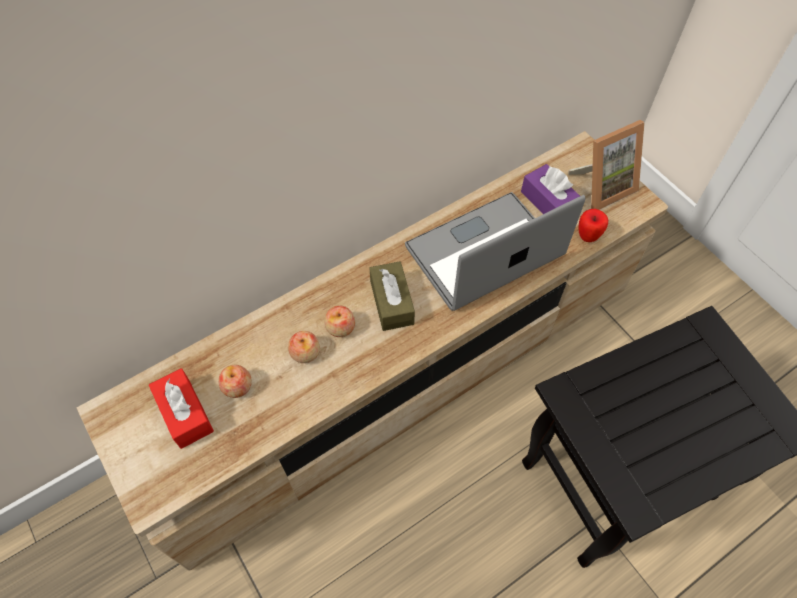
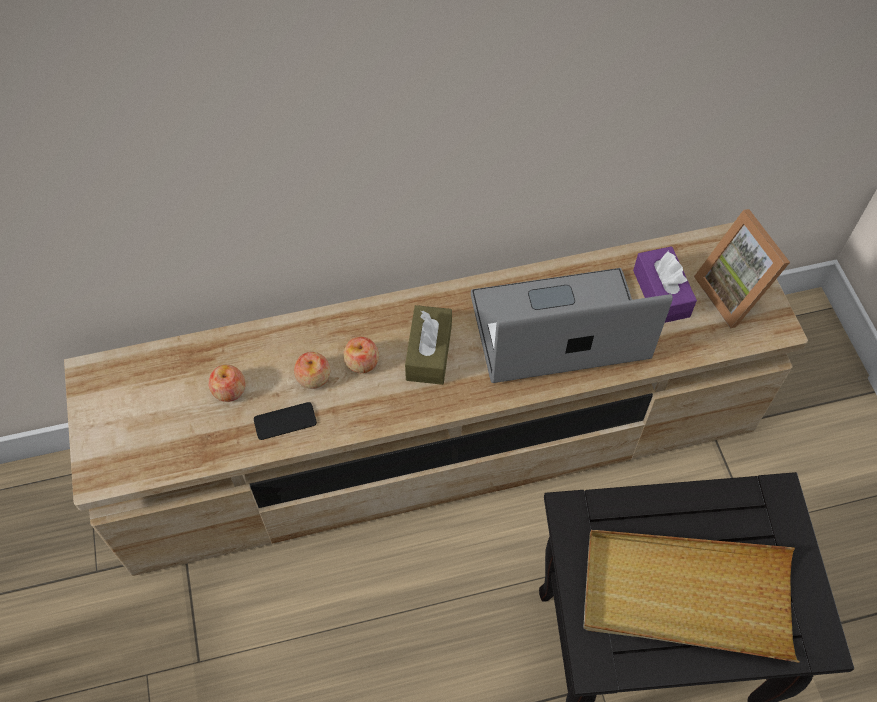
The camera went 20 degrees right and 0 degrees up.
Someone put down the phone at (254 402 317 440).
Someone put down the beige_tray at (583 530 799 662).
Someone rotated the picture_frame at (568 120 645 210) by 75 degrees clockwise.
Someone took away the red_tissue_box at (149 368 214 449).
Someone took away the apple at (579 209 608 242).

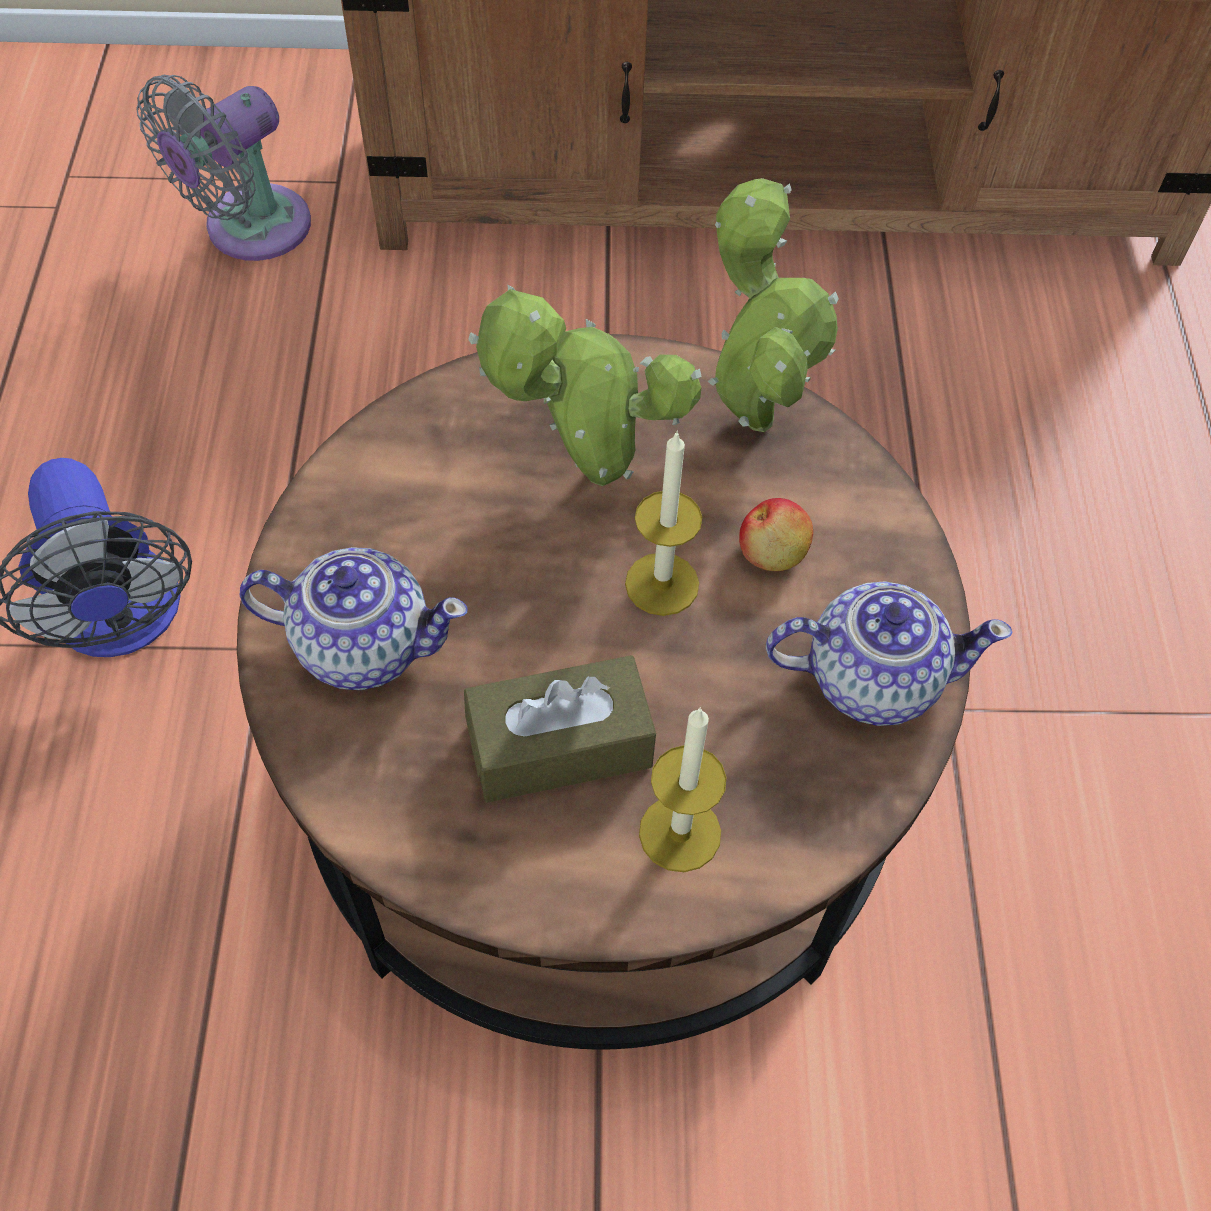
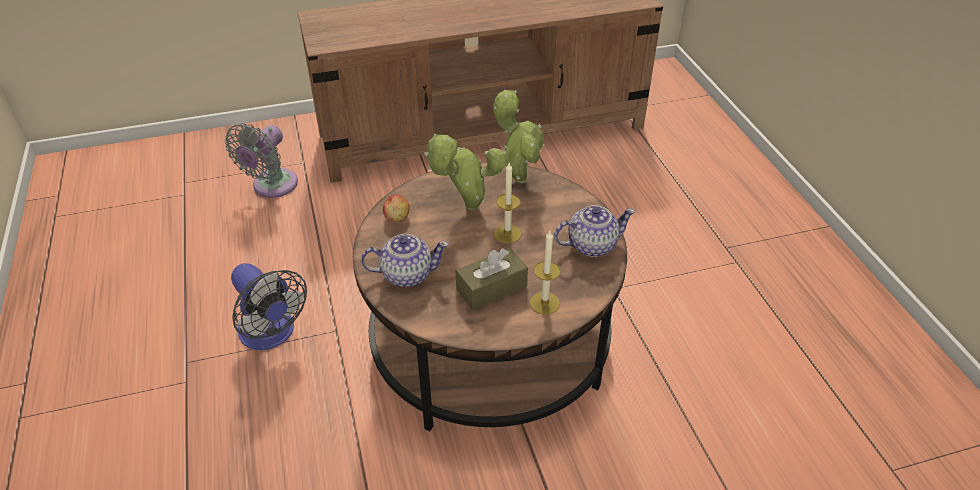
The camera went 15 degrees left and 15 degrees down.
Someone carried the apple from (739 498 813 571) to (383 195 410 222).

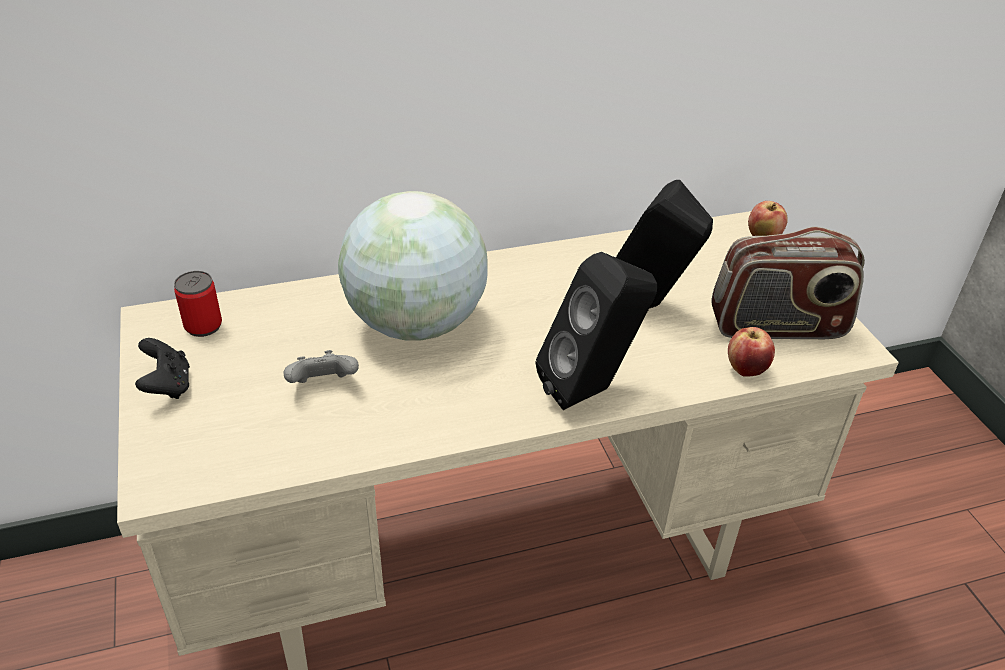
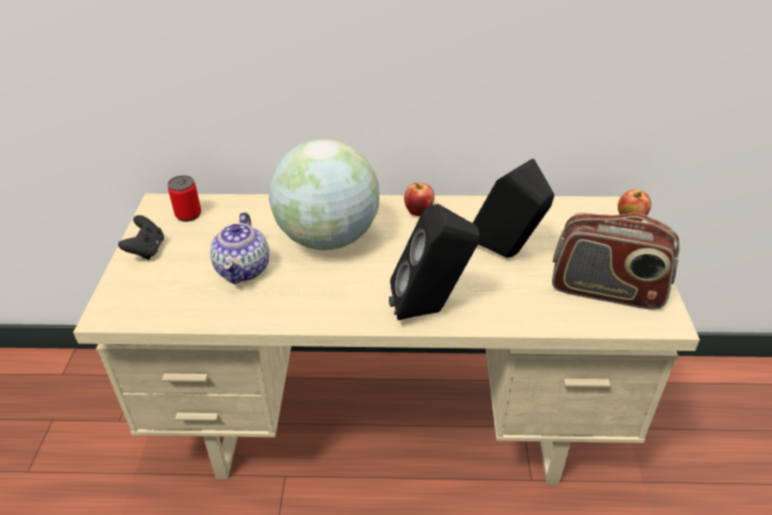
The camera went 20 degrees right and 0 degrees up.
Someone swapped the grey_game_controller at (284 350 359 383) for the teapot at (210 212 269 284).
Someone carried the apple from (728 327 775 376) to (404 183 435 216).

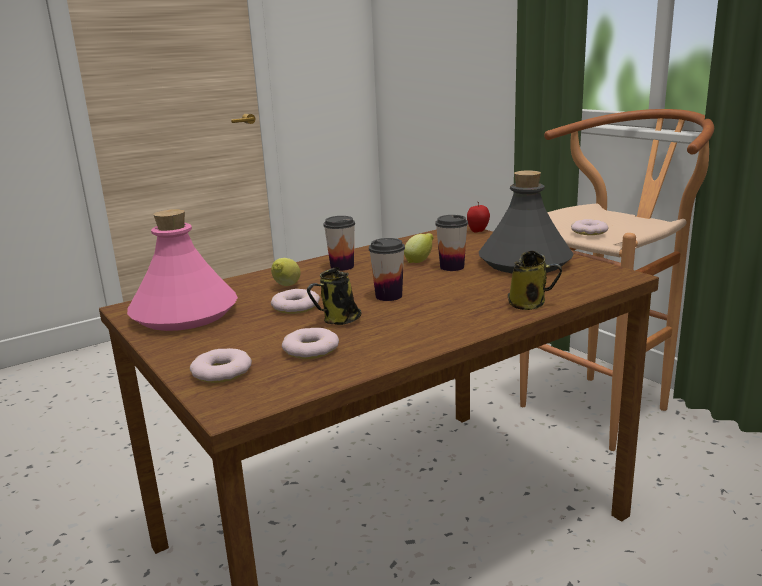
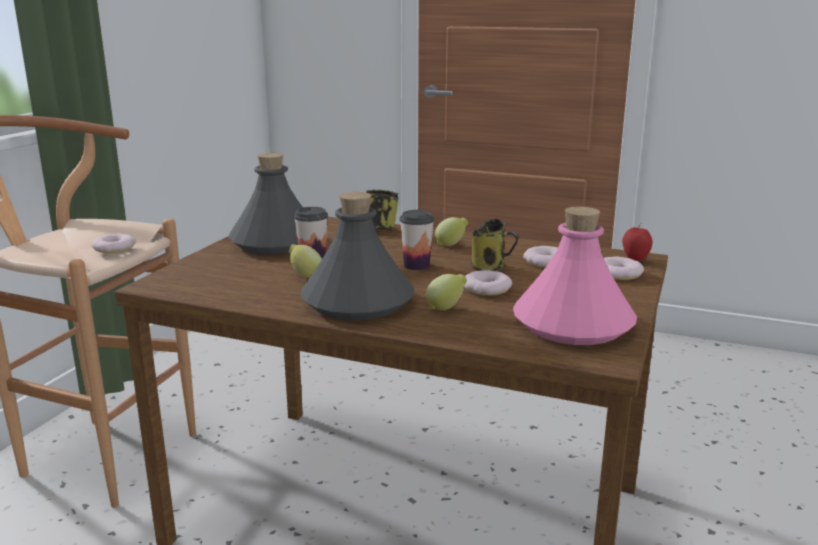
The camera went 125 degrees left and 0 degrees up.
Someone swapped the cup at (323 216 355 271) for the grey_bottle at (301 192 414 320).
Someone put down the lemon at (435 217 468 246).
Someone carried the apple from (467 201 490 233) to (622 224 653 262).

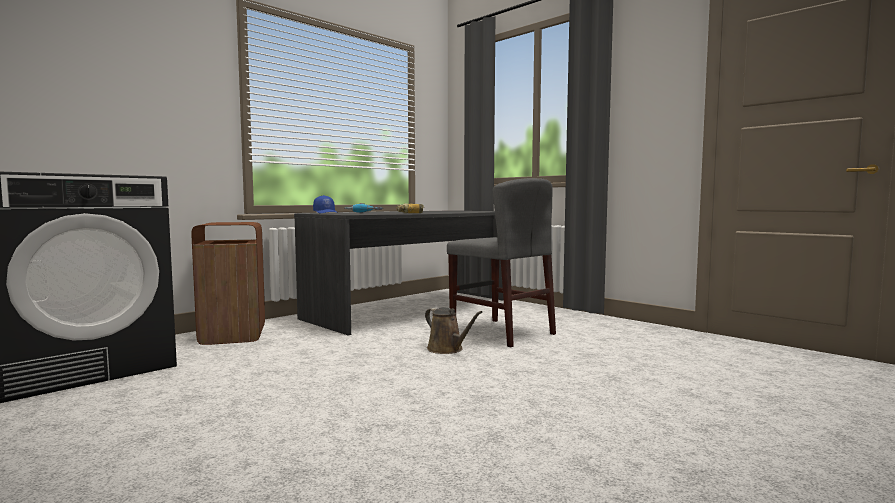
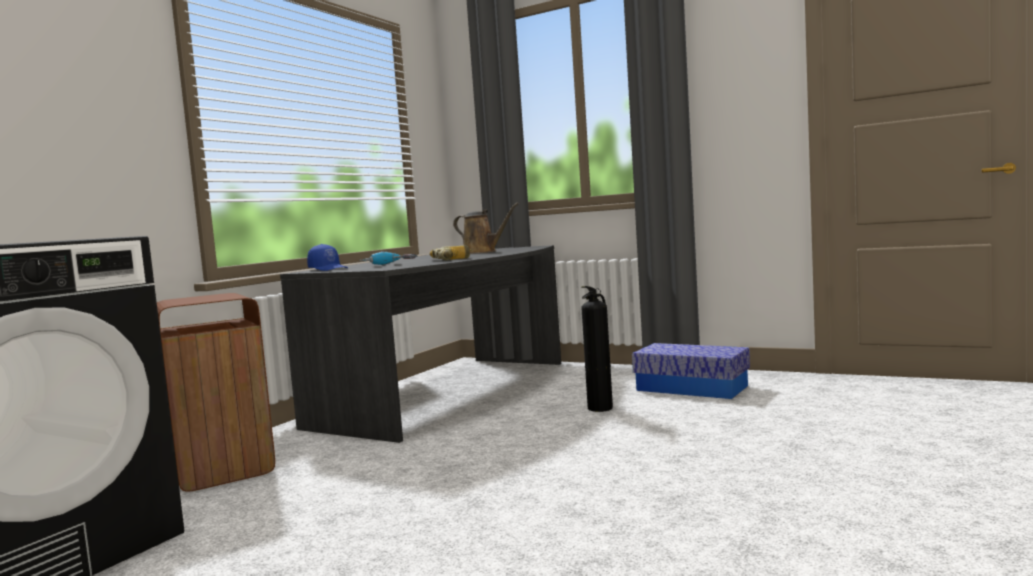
The camera went 15 degrees left and 0 degrees up.
Someone carried the brown_watering_can from (425 307 483 354) to (453 202 519 254).
Someone swapped the grey_chair at (447 178 556 348) for the fire_extinguisher at (581 286 613 412).
Someone put down the storage_box at (632 343 750 399).

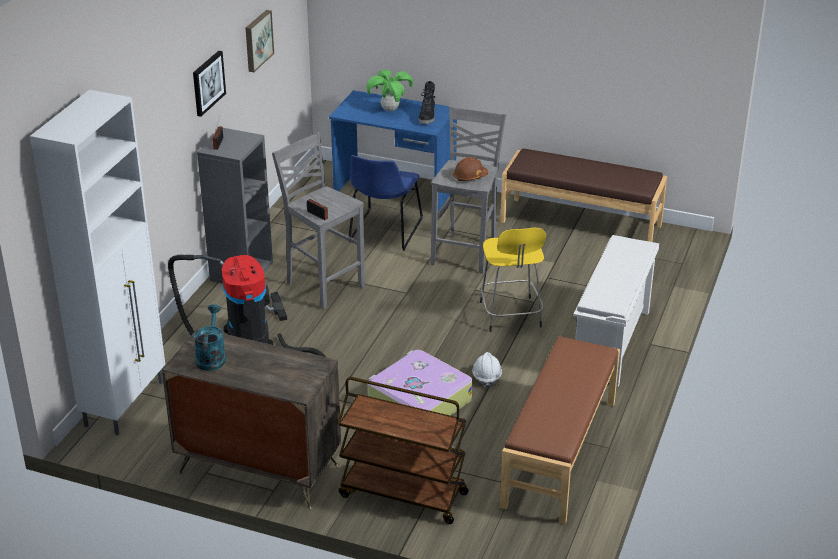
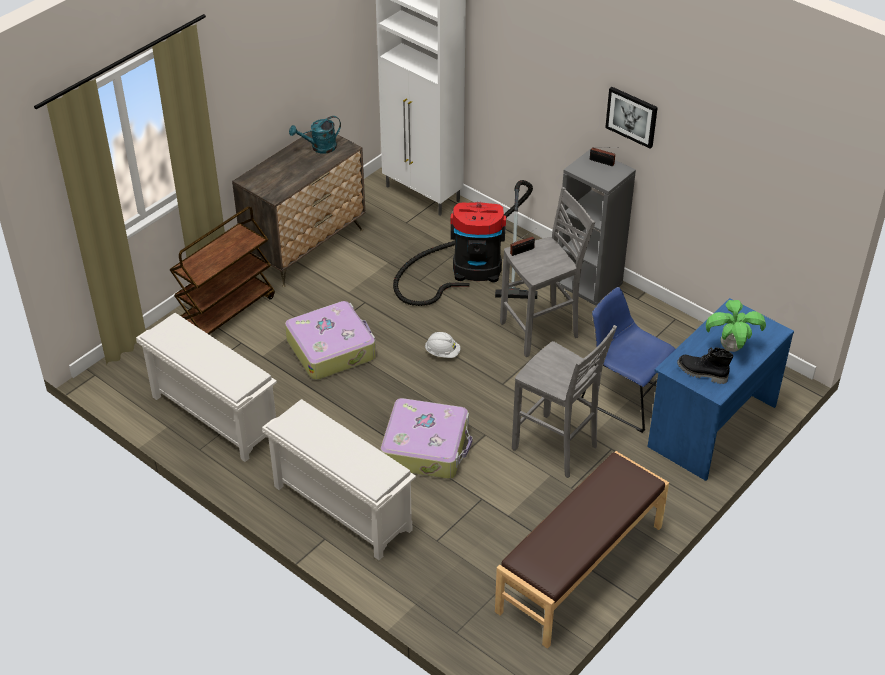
The camera went 110 degrees right and 10 degrees up.
Someone swapped the brown_bench at (500 336 620 524) for the white_shoe_rack at (136 313 277 462).
Someone rotated the turquoise_watering_can at (194 304 226 371) by 135 degrees clockwise.
Someone swapped the yellow_stool at (480 228 546 332) for the suitcase at (381 398 473 479).
Someone carried the white_hard_hat from (472 352 502 388) to (425 332 460 358).
Someone took away the picture at (246 10 274 72).
Someone took away the brown_hard_hat at (453 157 488 181).

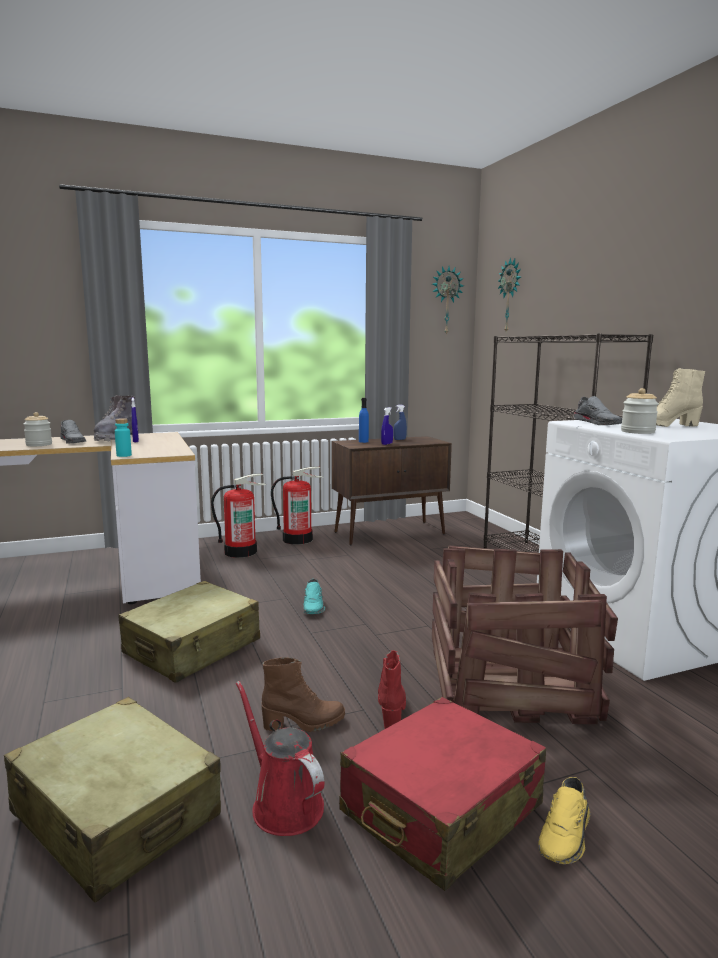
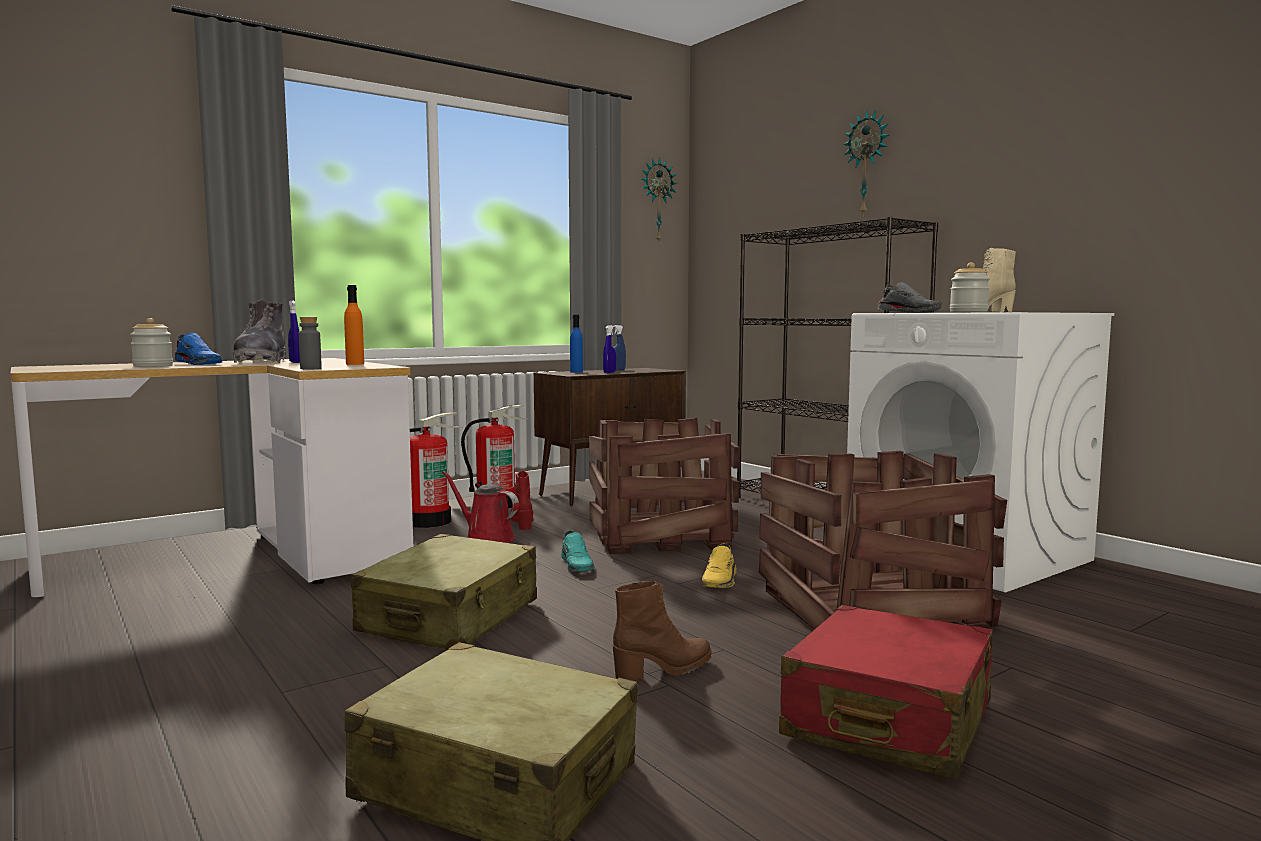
The camera went 15 degrees left and 5 degrees down.
Someone repainted the grey_shoe at (60 420 86 444), which became the blue_shoe at (175 333 222 365).
Someone repainted the turquoise_bottle at (115 418 132 457), which became the grey_bottle at (299 317 322 370).
Someone put down the orange_bottle at (344 285 364 365).
Someone carried the red_watering_can from (236 681 325 836) to (442 471 519 543).
Someone carried the red_boot from (378 650 406 729) to (511 471 533 530).
Someone put down the crate at (589 418 740 554).
Someone carried the yellow_shoe from (539 777 590 864) to (702 543 737 588).
Someone carried the wall_clock from (498 257 521 332) to (843 110 889 215).

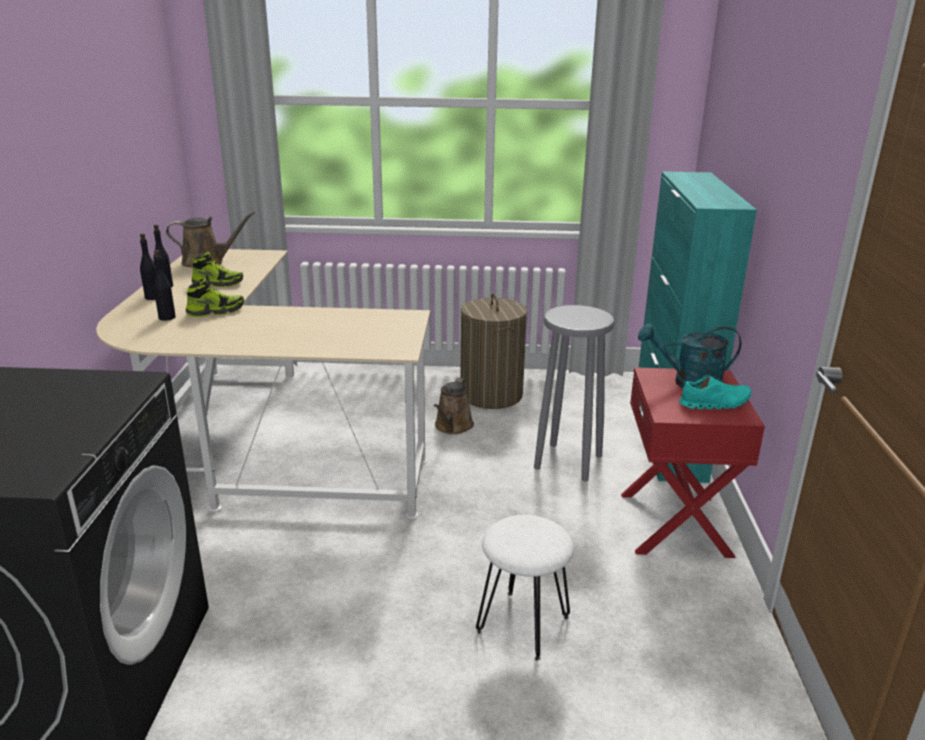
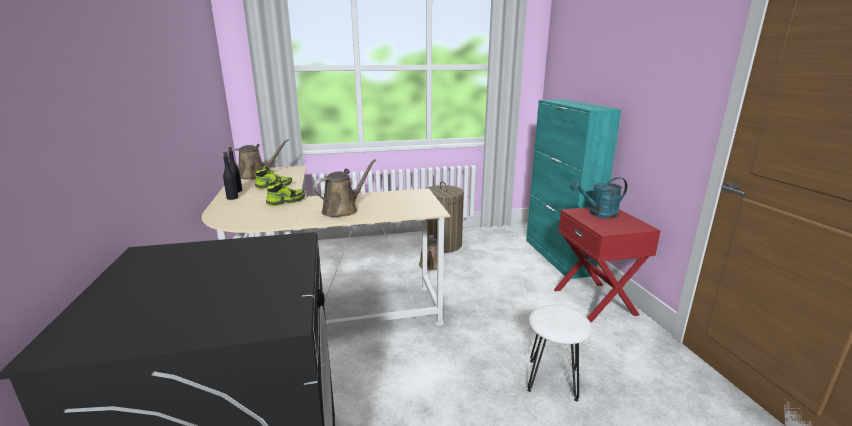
The camera went 15 degrees left and 5 degrees down.
Someone put down the brown_watering_can at (313 159 376 217).
Someone took away the black_bottle at (154 250 176 321).
Someone took away the grey_stool at (534 305 614 481).
Someone took away the turquoise_shoe at (679 375 751 410).

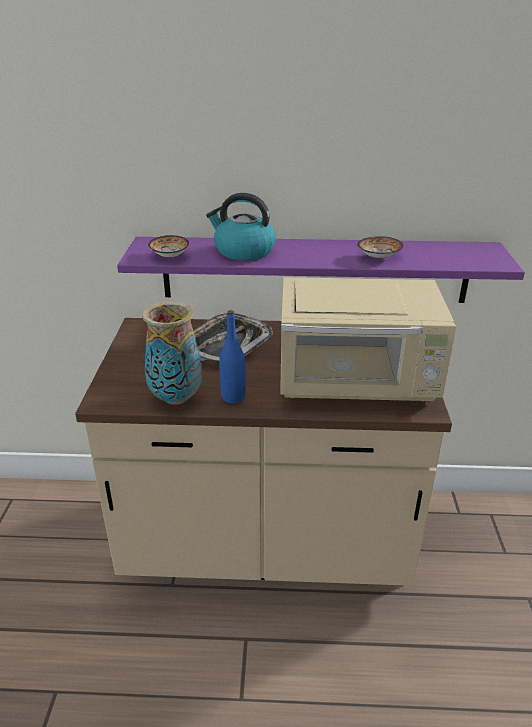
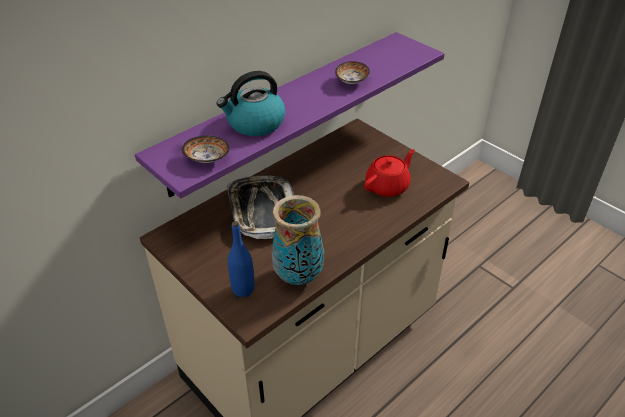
The camera went 45 degrees left and 10 degrees up.
Someone carried the blue_bottle from (219 310 246 404) to (228 221 255 297).
Someone swapped the beige_microwave at (280 277 456 401) for the red_teapot at (364 149 415 197).

